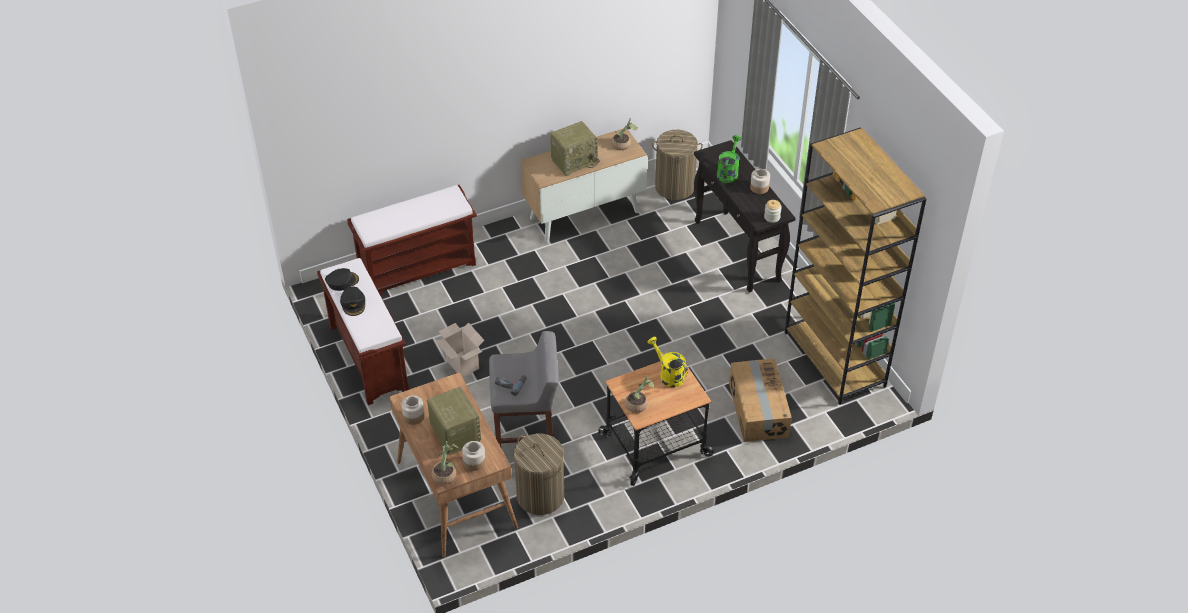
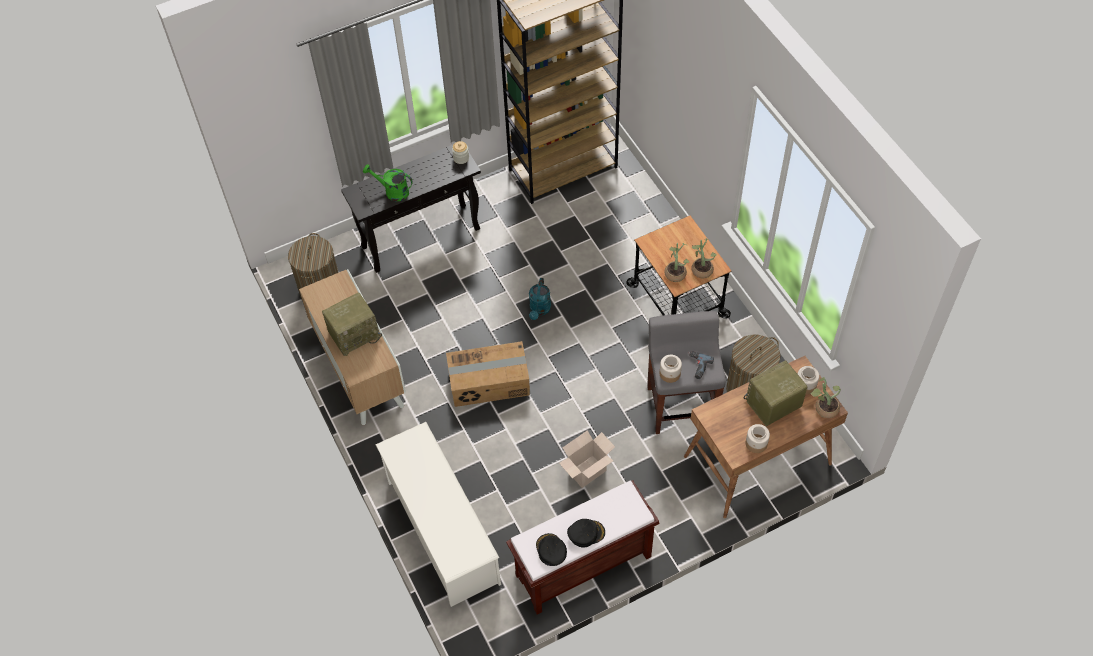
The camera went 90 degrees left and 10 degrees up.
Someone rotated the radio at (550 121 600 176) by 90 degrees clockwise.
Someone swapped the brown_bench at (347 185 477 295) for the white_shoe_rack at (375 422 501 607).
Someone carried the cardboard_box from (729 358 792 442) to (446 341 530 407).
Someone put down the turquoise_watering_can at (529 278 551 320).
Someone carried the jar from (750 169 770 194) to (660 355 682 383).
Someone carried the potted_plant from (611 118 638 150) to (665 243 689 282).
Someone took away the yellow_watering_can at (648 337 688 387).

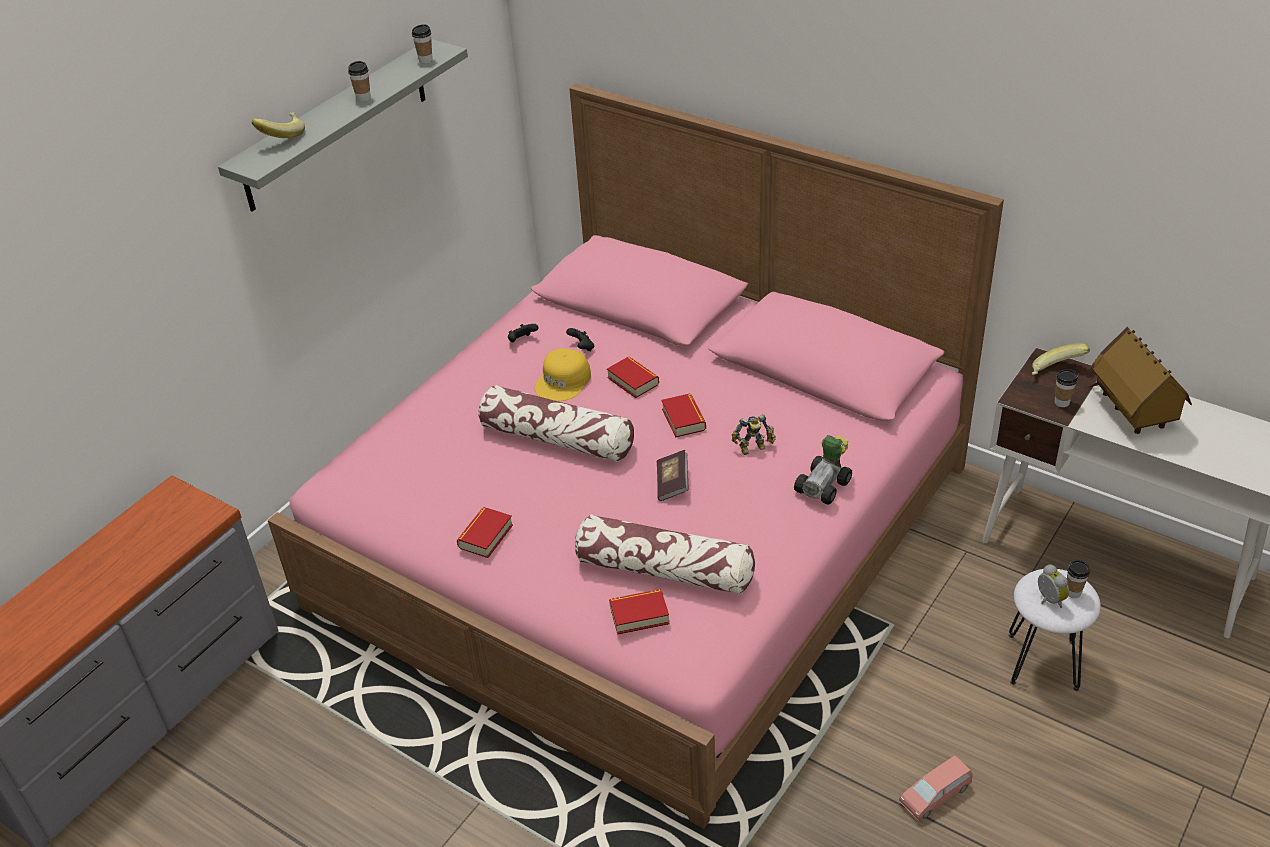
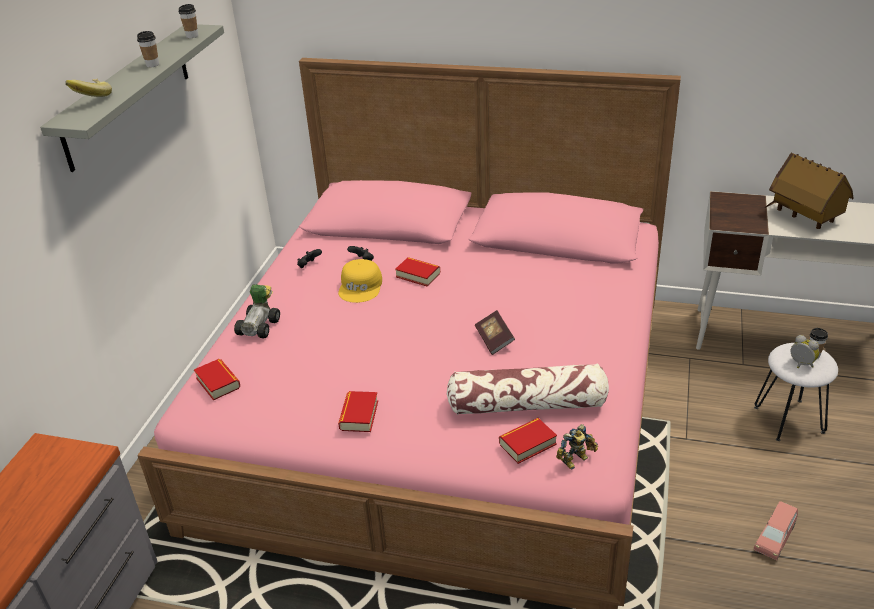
The camera went 20 degrees left and 5 degrees down.
Someone carried the book from (662 394 706 438) to (194 359 240 400).
Someone carried the toy_car from (794 435 852 504) to (234 284 280 338).
Someone carried the toy_robot from (732 414 776 455) to (556 424 598 470).
Someone took away the pillow at (478 385 634 462).
Someone took away the banana at (1032 343 1090 375).
Someone took away the cup at (1055 369 1078 407).

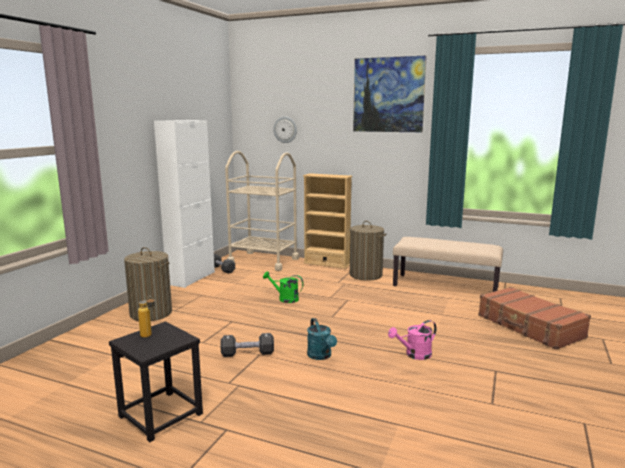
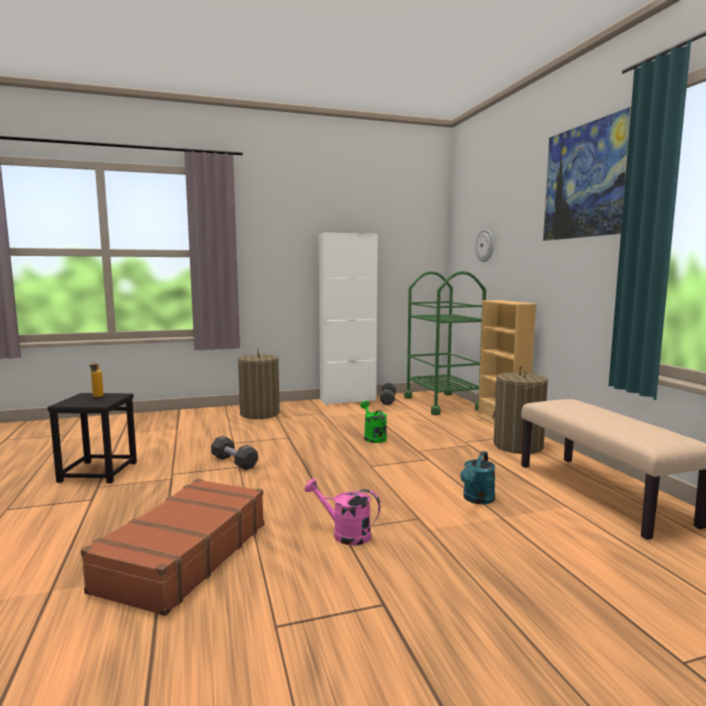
The camera went 50 degrees right and 5 degrees down.
Someone carried the brown_suitcase from (478 287 591 350) to (81 479 264 616).
Someone repainted the beige_cart at (225 151 299 271), which became the green_cart at (404 271 486 415).
Someone carried the turquoise_watering_can from (307 318 337 360) to (460 451 496 504).

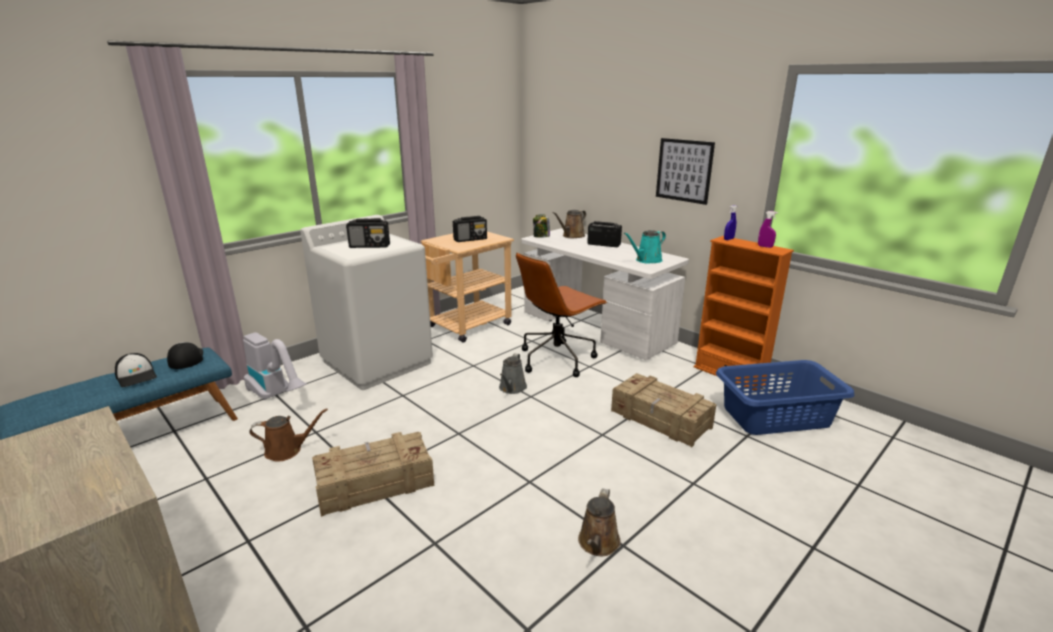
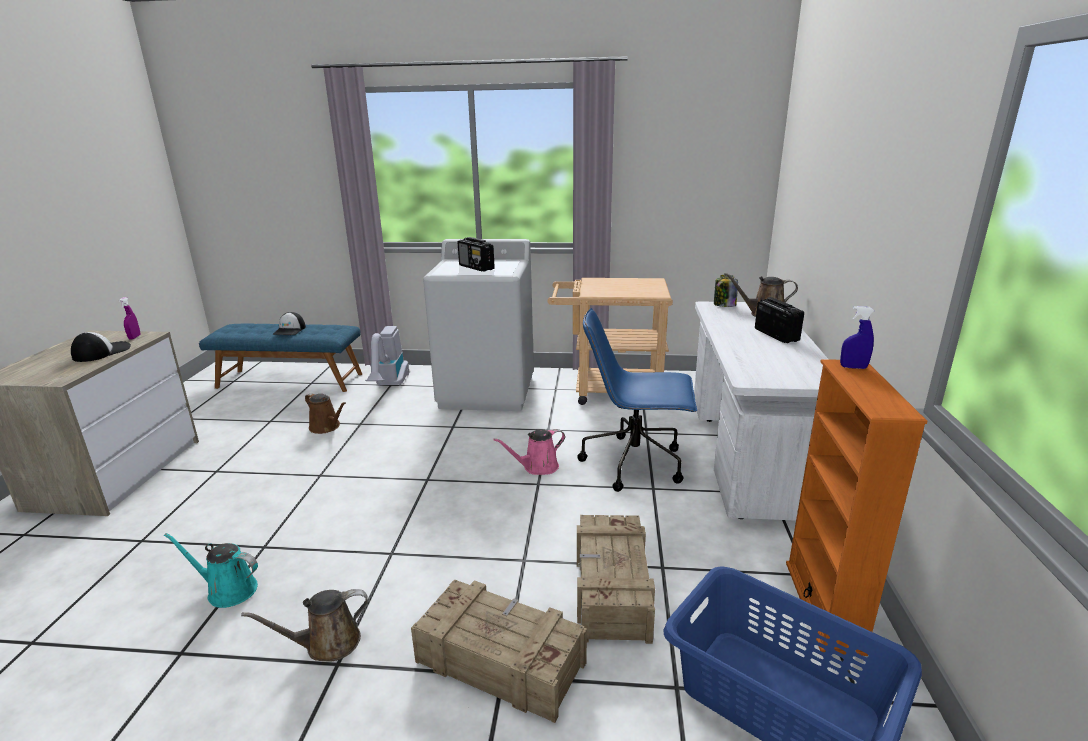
The camera went 50 degrees right and 0 degrees up.
Someone carried the cap from (167 342 203 369) to (71 332 131 362).
Someone carried the purple_spray_bottle from (758 211 778 248) to (119 297 141 339).
Someone carried the turquoise_watering_can from (624 230 666 264) to (164 533 258 608).
Someone carried the crate from (312 432 434 517) to (411 580 587 723).
Someone repainted the grey_watering_can at (499 353 527 394), which became the pink_watering_can at (493 429 565 475).
Someone repainted the brown_office_chair at (516 253 607 377), which became the blue_office_chair at (577 308 697 492).
Someone took away the radio at (453 216 487 242).
Someone took away the picture at (656 138 715 205).

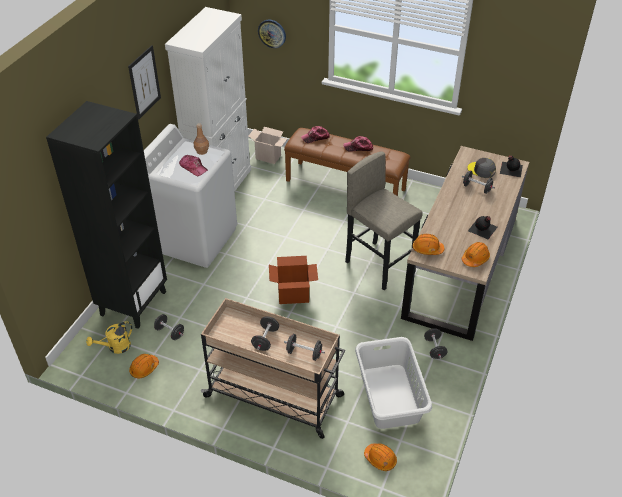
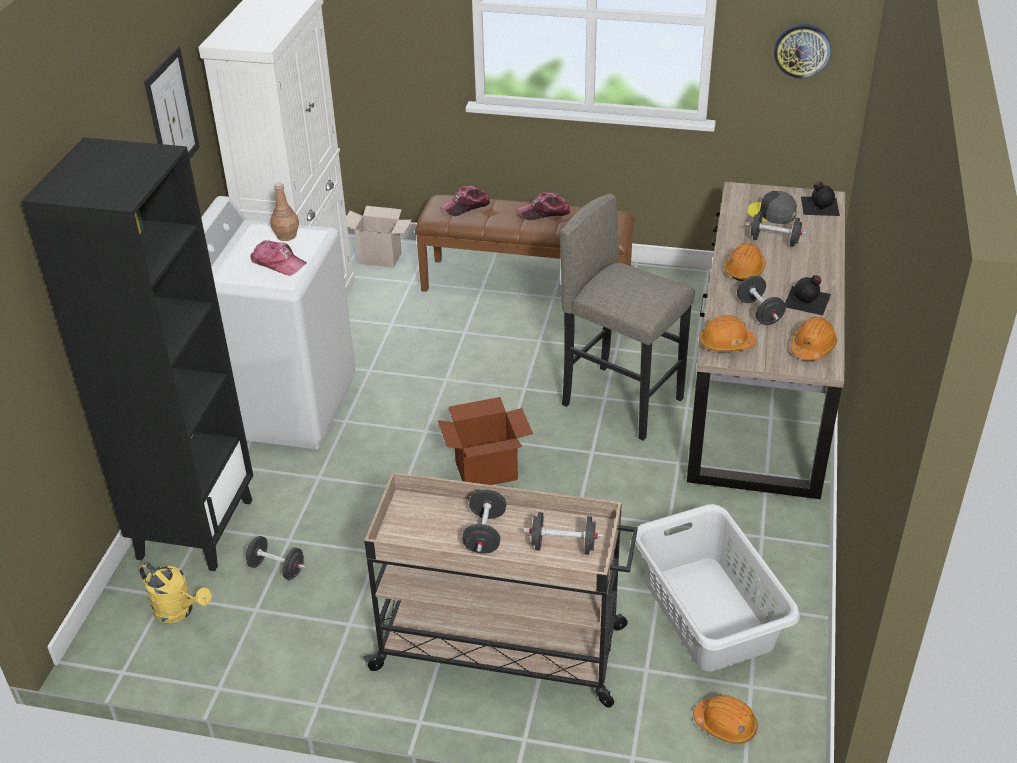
The camera went 10 degrees left and 5 degrees down.
Someone rotated the yellow_watering_can at (86 321 132 354) by 105 degrees counterclockwise.
Someone carried the orange_hard_hat from (129 354 159 378) to (724 243 766 281).
Someone carried the black_dumbbell from (424 329 447 359) to (737 275 786 325).
Someone carried the wall_clock from (258 20 286 48) to (774 24 831 79).

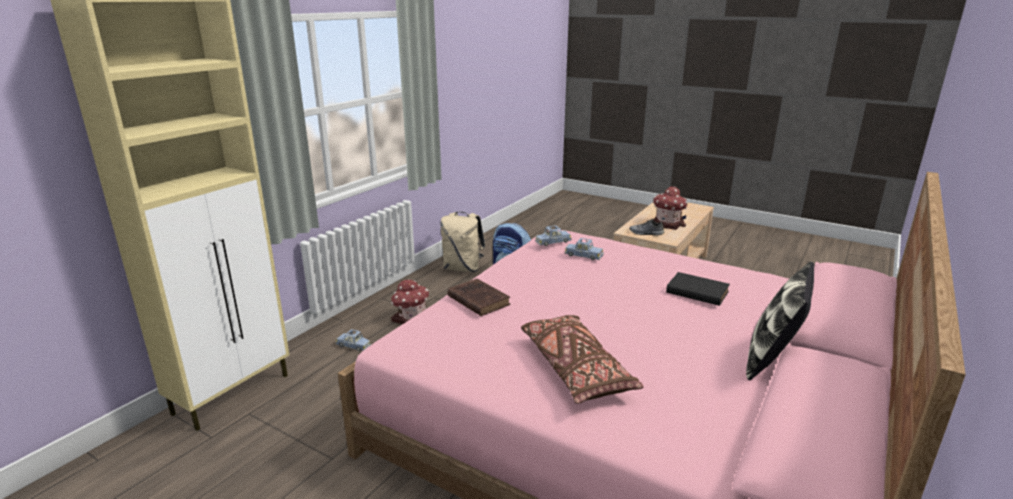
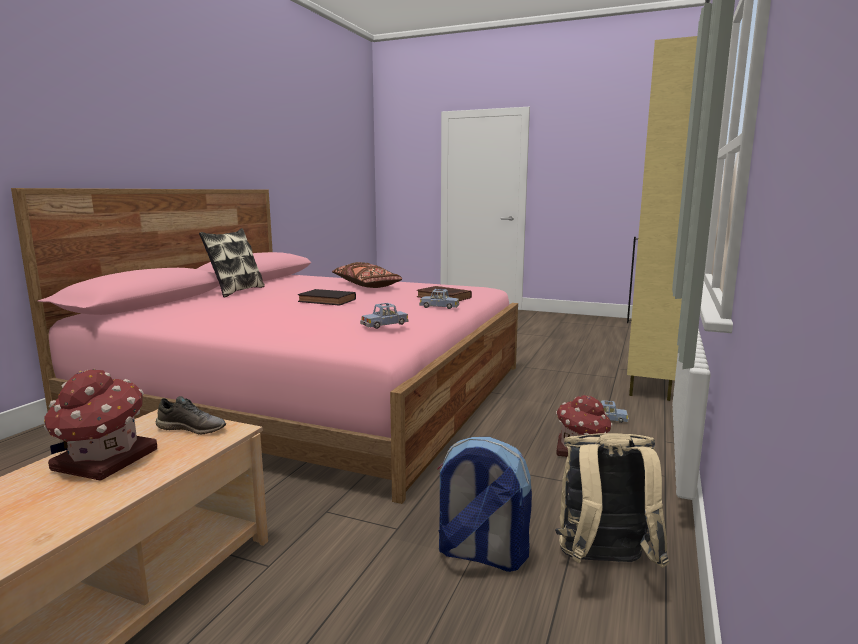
The camera went 170 degrees right and 10 degrees down.
Someone carried the black_book from (666 272 730 306) to (298 289 356 305).
Someone carried the blue_toy_car from (565 238 604 260) to (419 289 459 309).

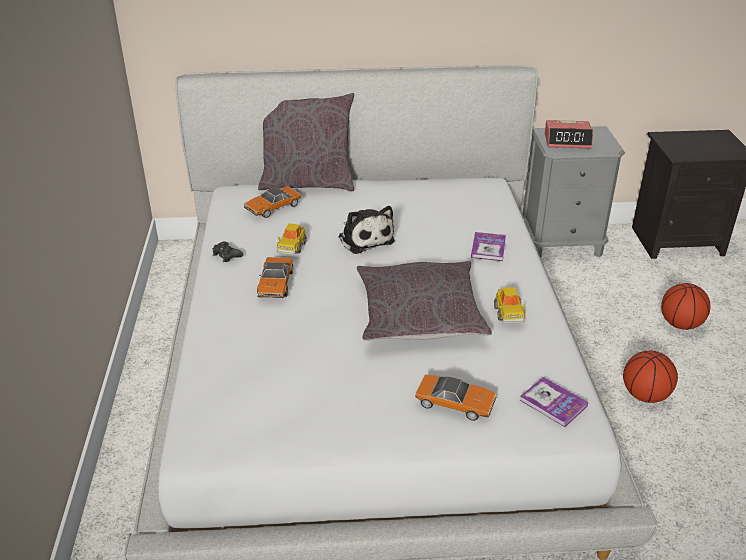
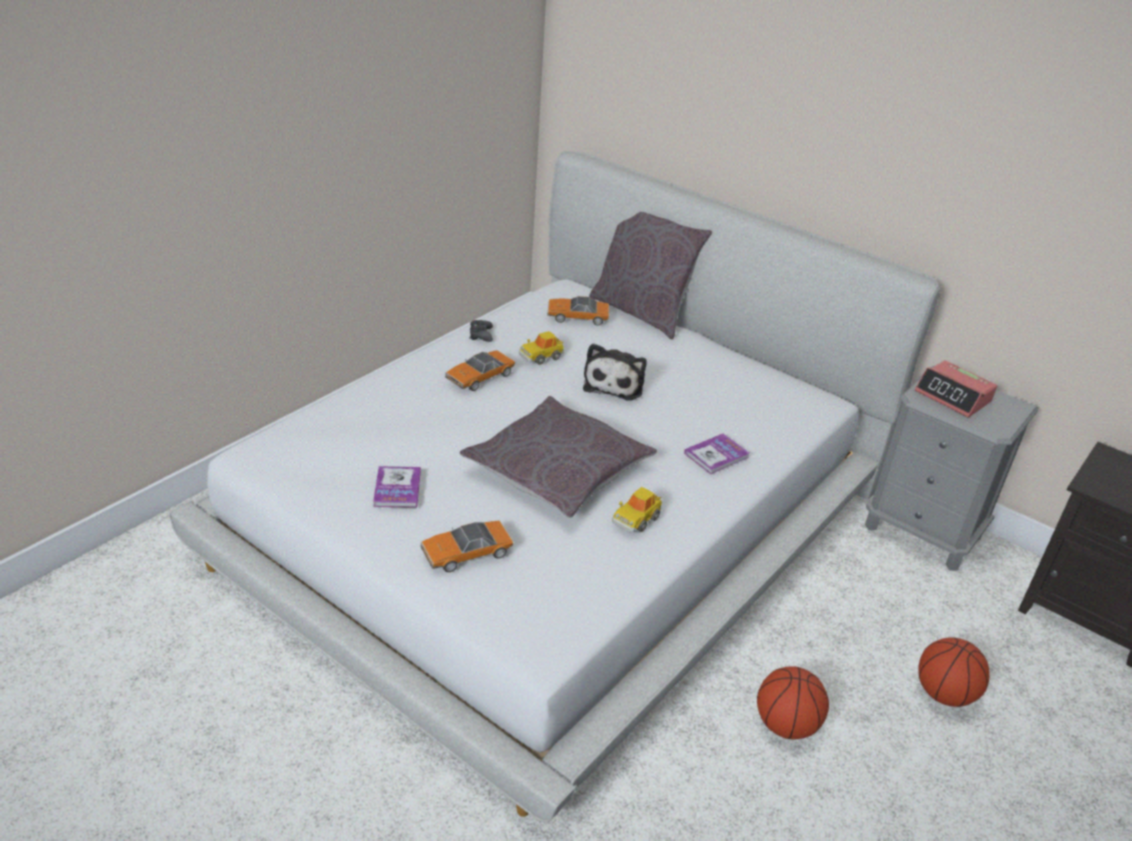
The camera went 40 degrees right and 0 degrees up.
Someone carried the book from (520 377 588 427) to (373 466 421 508).
Someone rotated the toy_car at (415 374 496 421) by 90 degrees clockwise.

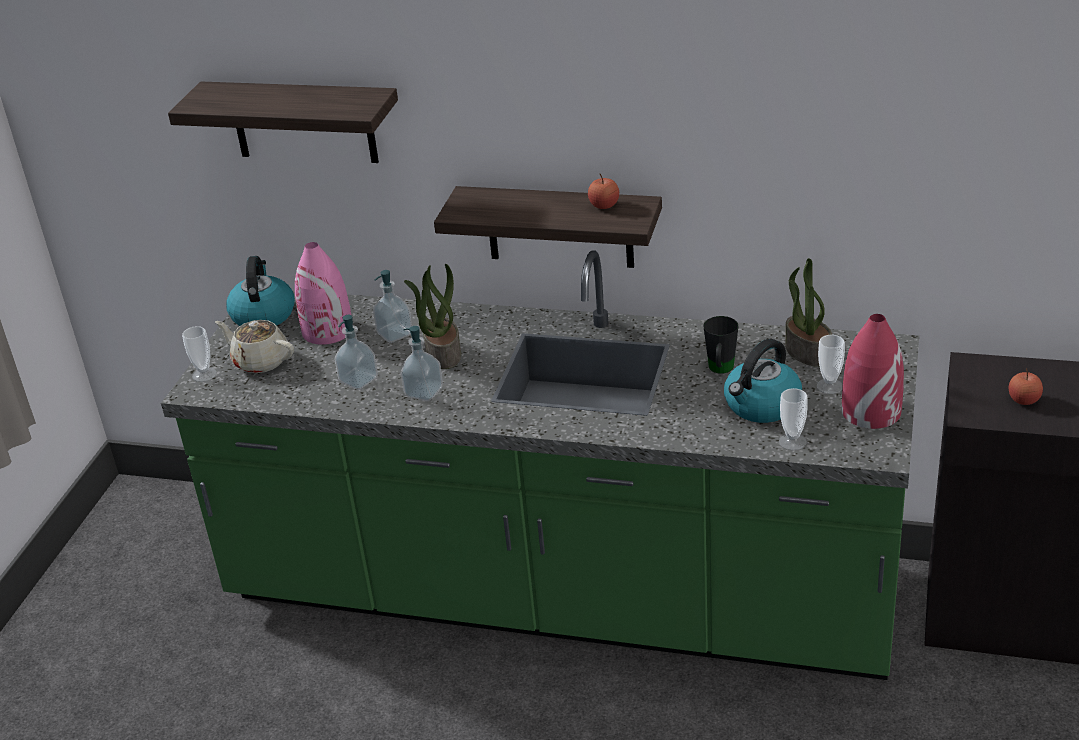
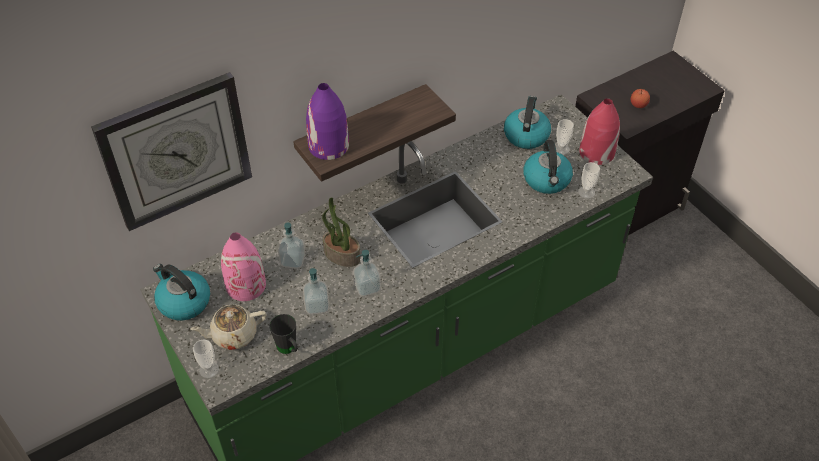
The camera went 50 degrees left and 15 degrees up.
Someone swapped the shelf at (168 82 398 163) for the wall_clock at (91 72 252 231).
Someone carried the black_mug from (703 316 738 374) to (269 314 298 354).
Someone put down the purple_vase at (306 83 349 160).
Someone swapped the potted_plant at (785 258 832 367) for the kettle at (504 96 551 149).
Someone took away the apple at (588 174 619 209).

